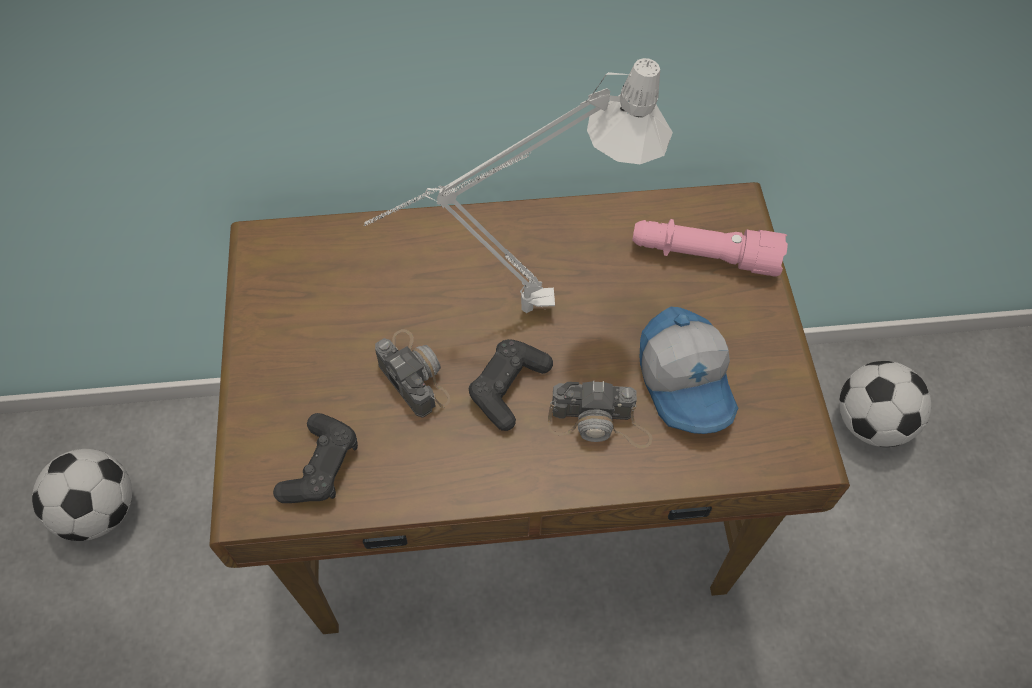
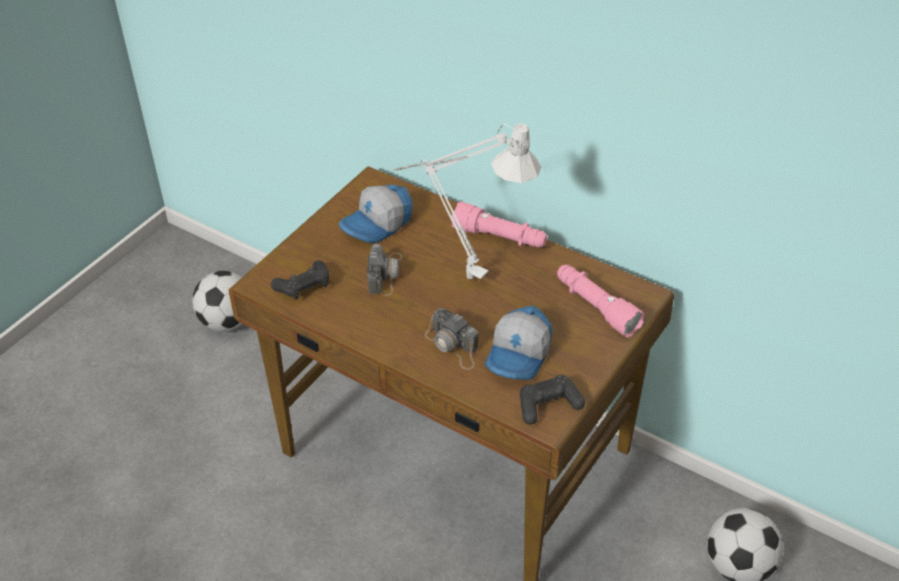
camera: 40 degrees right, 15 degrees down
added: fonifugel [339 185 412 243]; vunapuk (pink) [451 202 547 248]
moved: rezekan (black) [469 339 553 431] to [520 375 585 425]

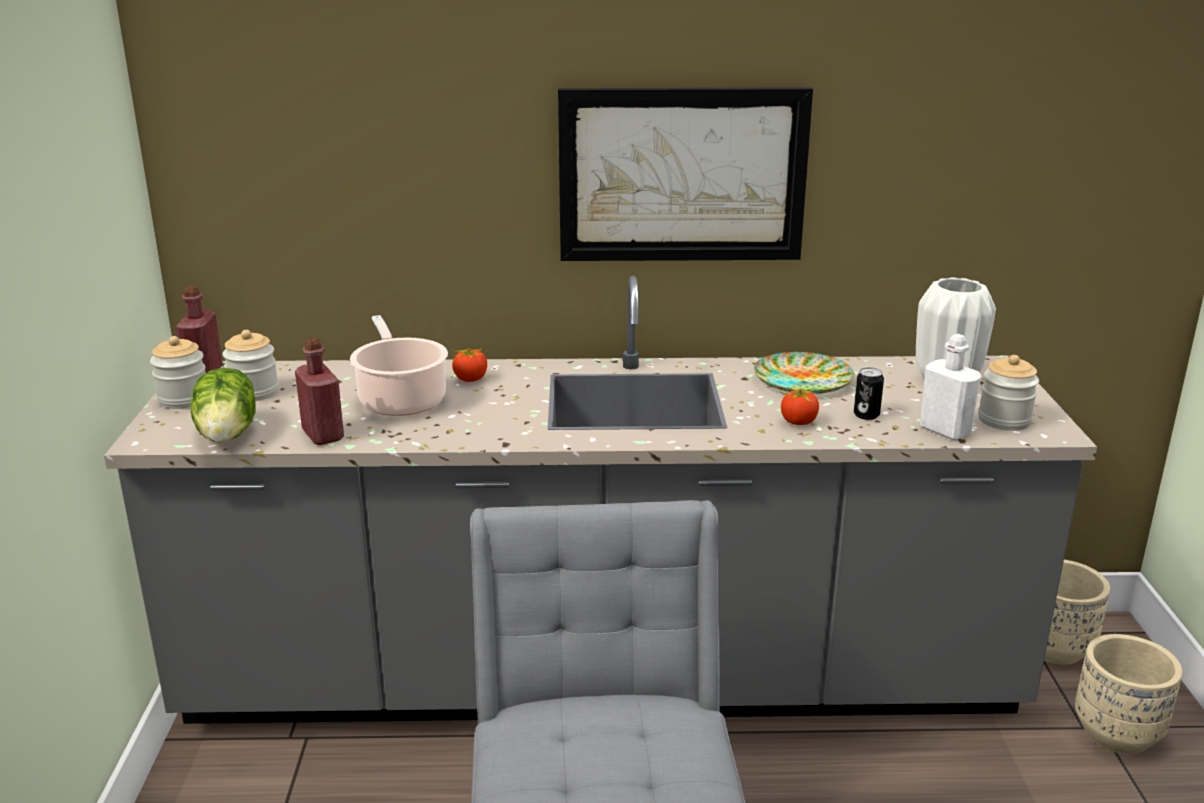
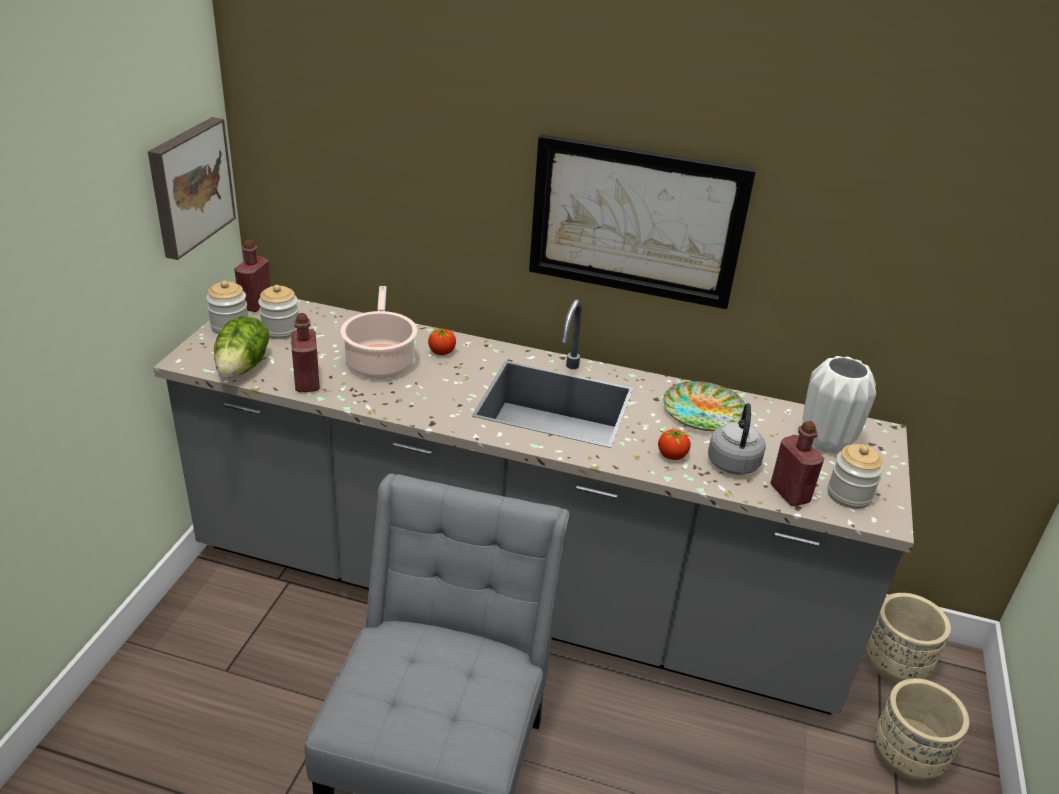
camera: 15 degrees right, 10 degrees up
added: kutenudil [148 117 236 260]
replaced: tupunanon [854 367 884 420] to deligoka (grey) [708 403 766 475]
recoloured: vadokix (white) [920 334 981 441] to vadokix (red) [770 421 824 506]

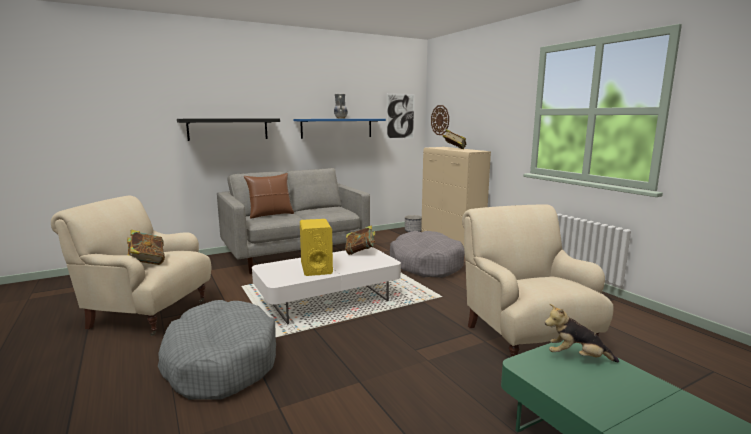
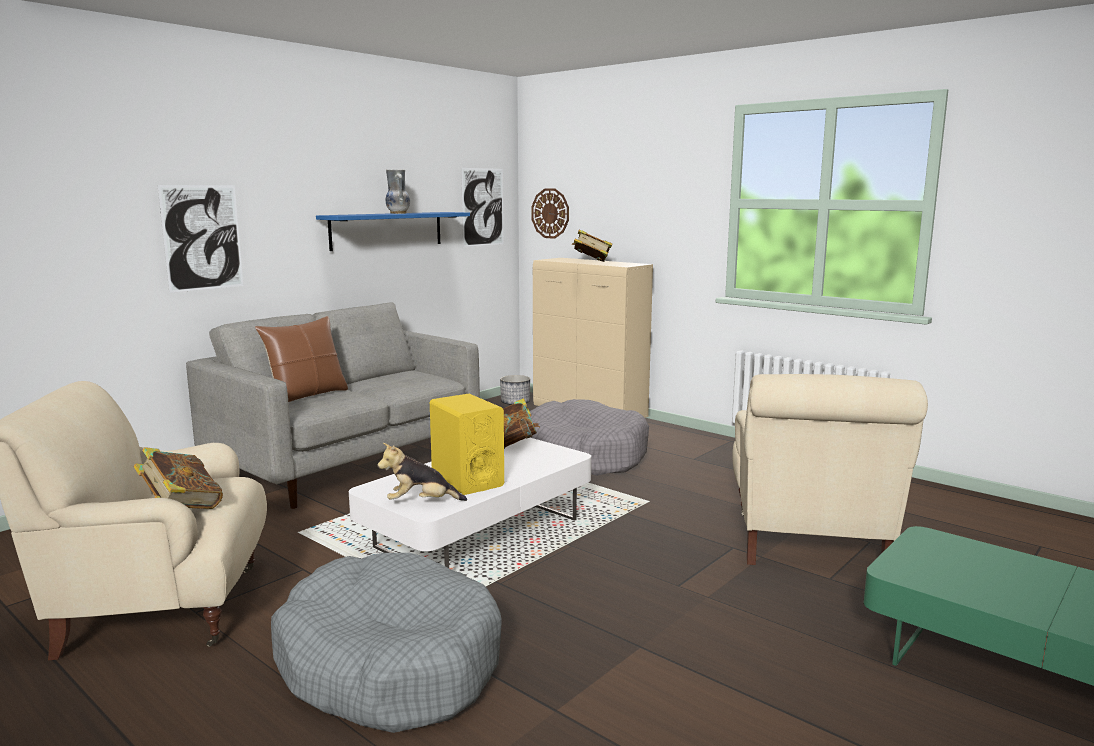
camera: 20 degrees left, 0 degrees up
moved: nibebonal [545 304 619 363] to [378 443 467 501]
replaced: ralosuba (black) [177 118 280 141] to kutenudil [157 185 243 293]
turned: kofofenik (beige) [462 204 613 357] = [733 374 928 565] 135 degrees counterclockwise

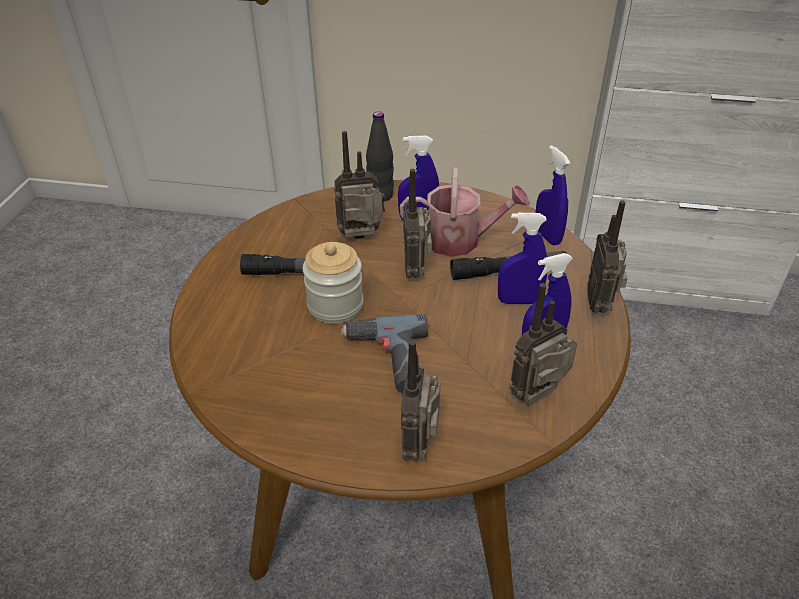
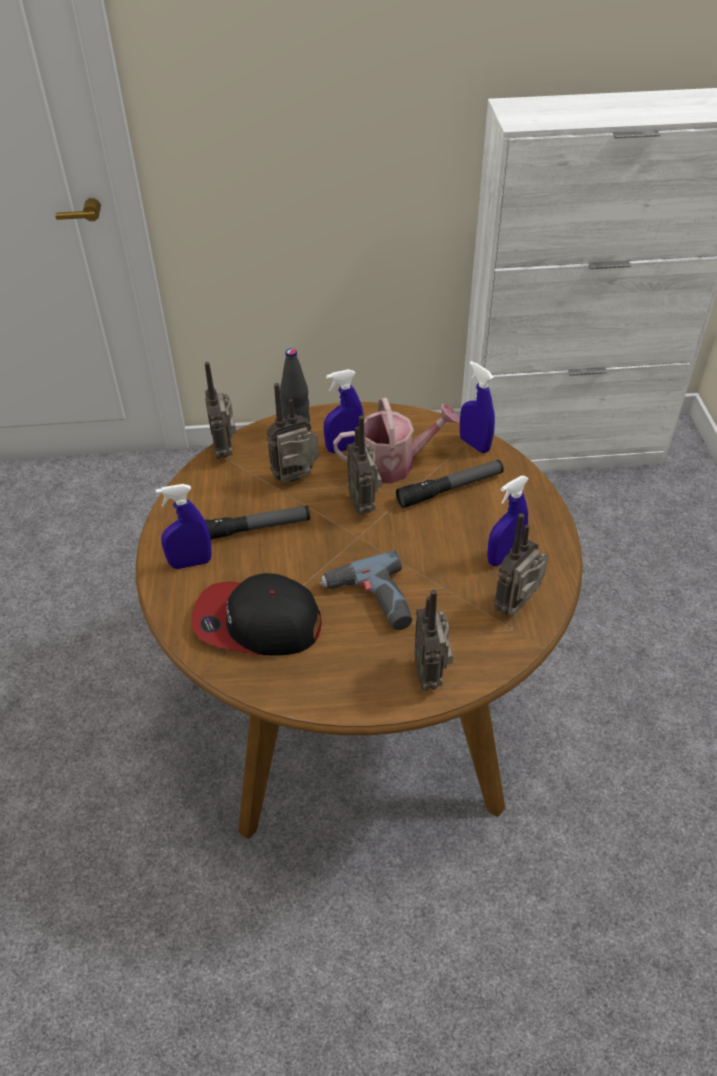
camera: 15 degrees left, 5 degrees up
removed: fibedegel [302 242 363 324]
added: fonifugel [192 573 321 656]
moved: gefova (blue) [498 213 547 304] to [156 484 212 569]; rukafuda [588 200 627 313] to [205 362 236 459]

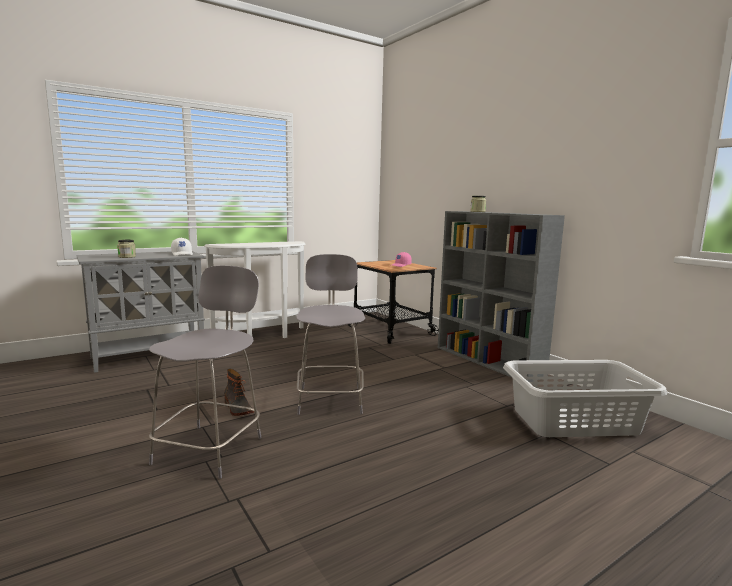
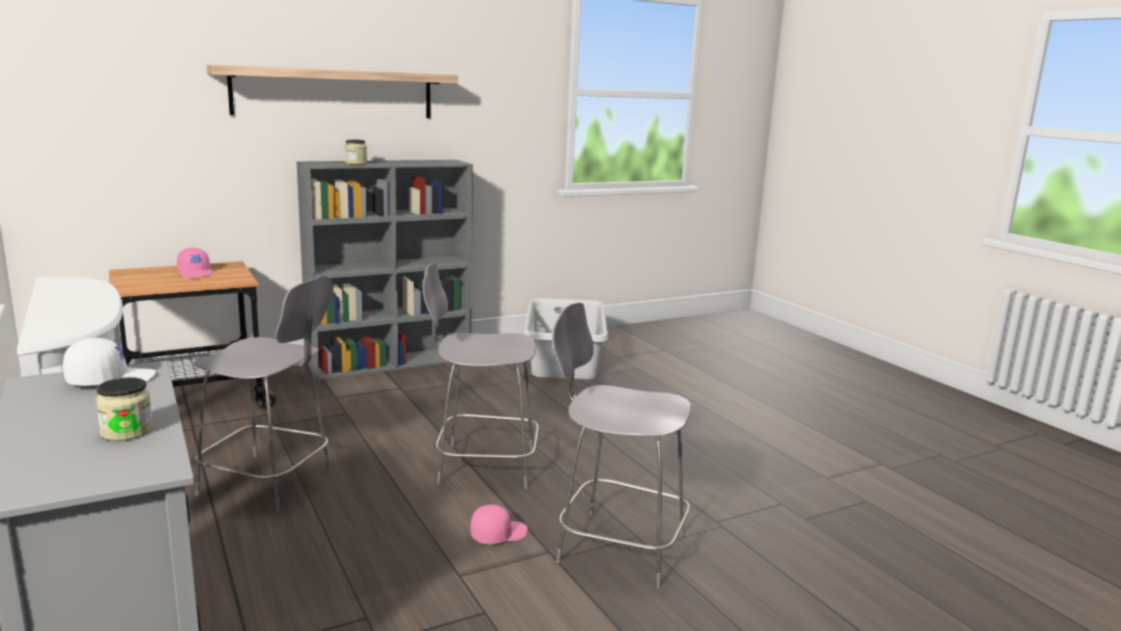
camera: 85 degrees left, 5 degrees up
added: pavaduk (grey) [194 276 333 512]; ralosuba [207 65 458 118]
replaced: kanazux [224 369 254 416] to fonifugel (pink) [470 505 528 544]

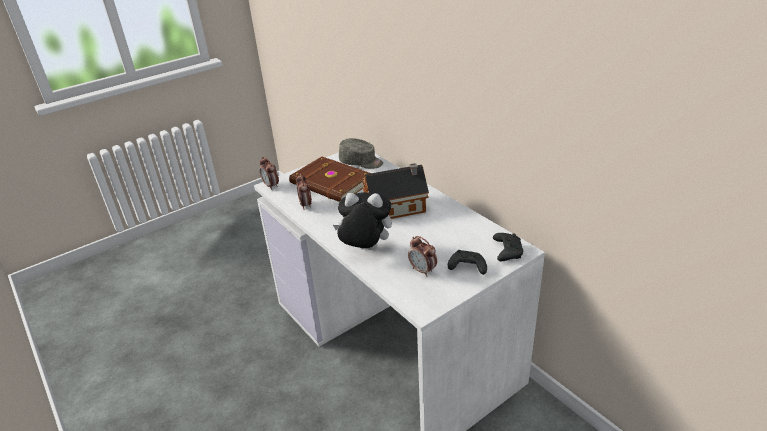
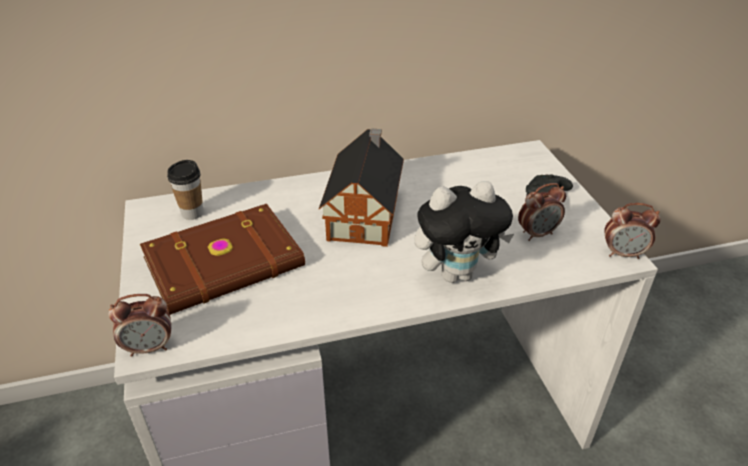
camera: 70 degrees left, 5 degrees up
removed: rezekan (black) [493 233 523 261]
moved: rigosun [296 174 312 210] to [604 203 661 259]
replaced: fonifugel (grey) [339 138 383 169] to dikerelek [167 160 204 220]
turned: nibebonal [333 192 392 250] = [414 181 514 283] 135 degrees counterclockwise

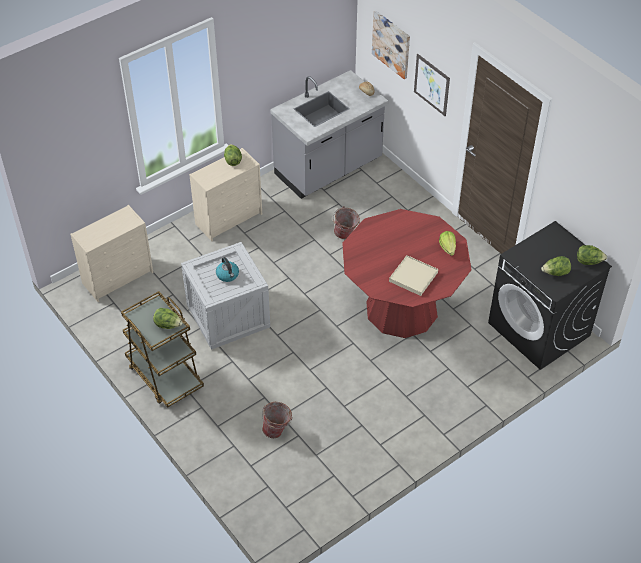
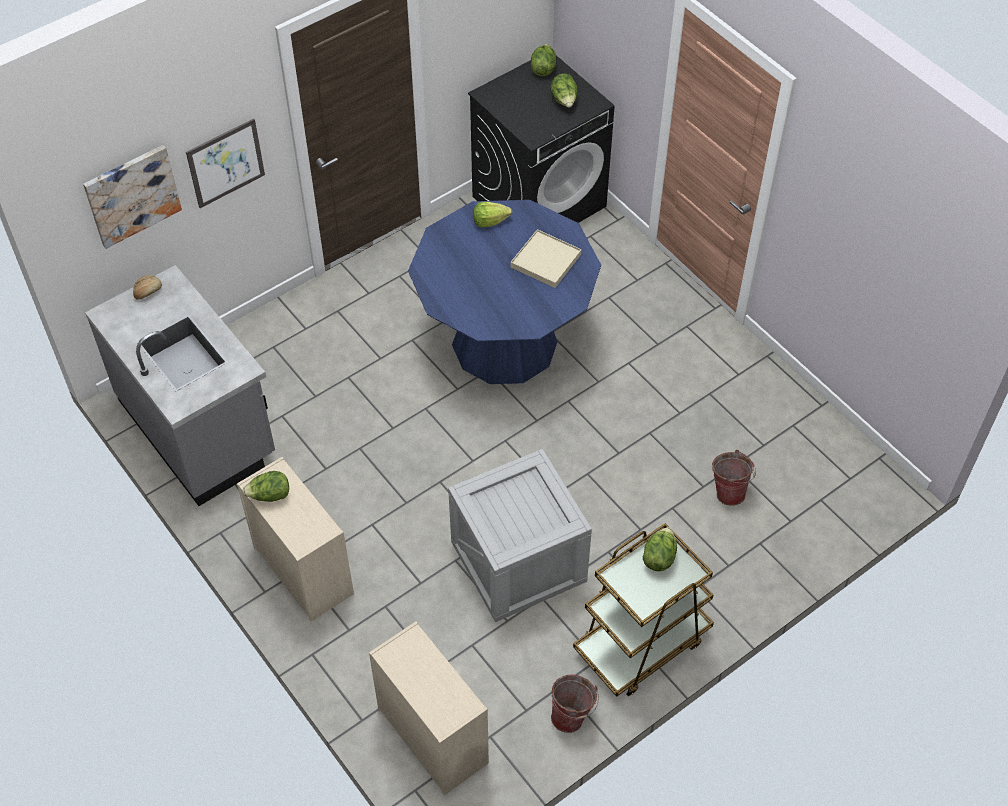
camera: 90 degrees left, 5 degrees up
removed: deligoka [216 257 239 282]
moved: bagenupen [333 206 360 239] to [551 674 599 733]
recoloured: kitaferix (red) [342 209 472 338] to kitaferix (blue) [408 200 601 384]

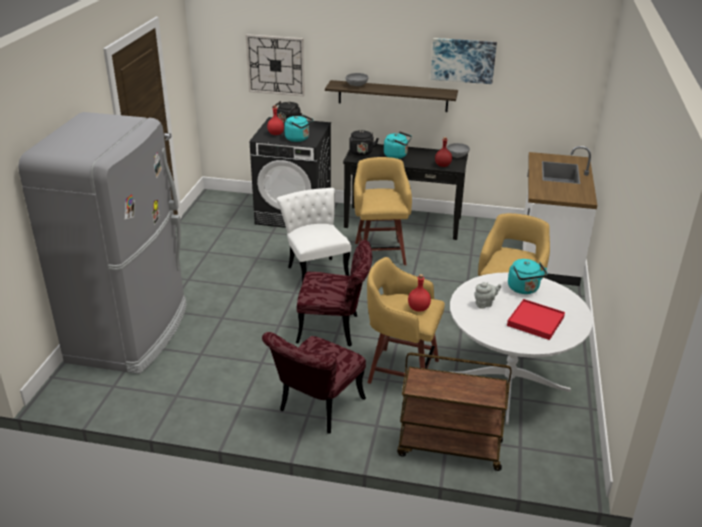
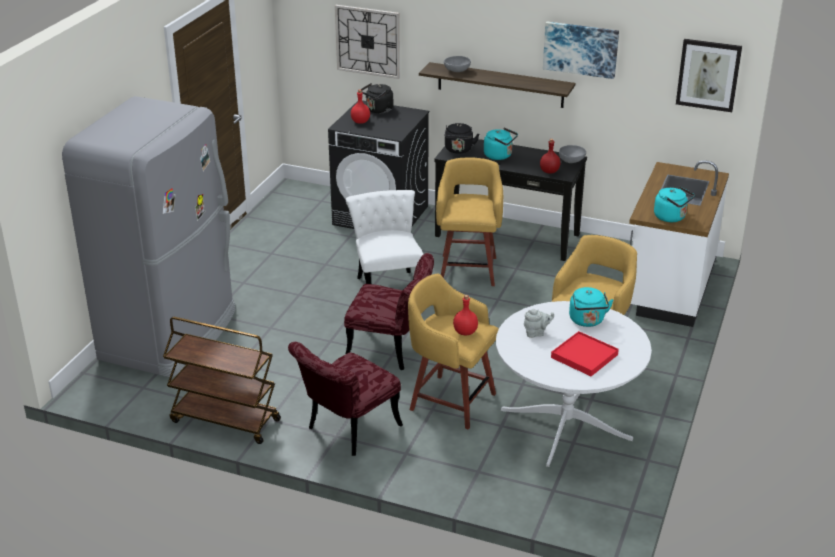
camera: 10 degrees right, 0 degrees up
added: kutenudil [676 39 742 112]
moved: deligoka (turquoise) [284 114 314 142] to [654 186 695 222]; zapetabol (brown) [397 352 512 471] to [163 317 281 444]

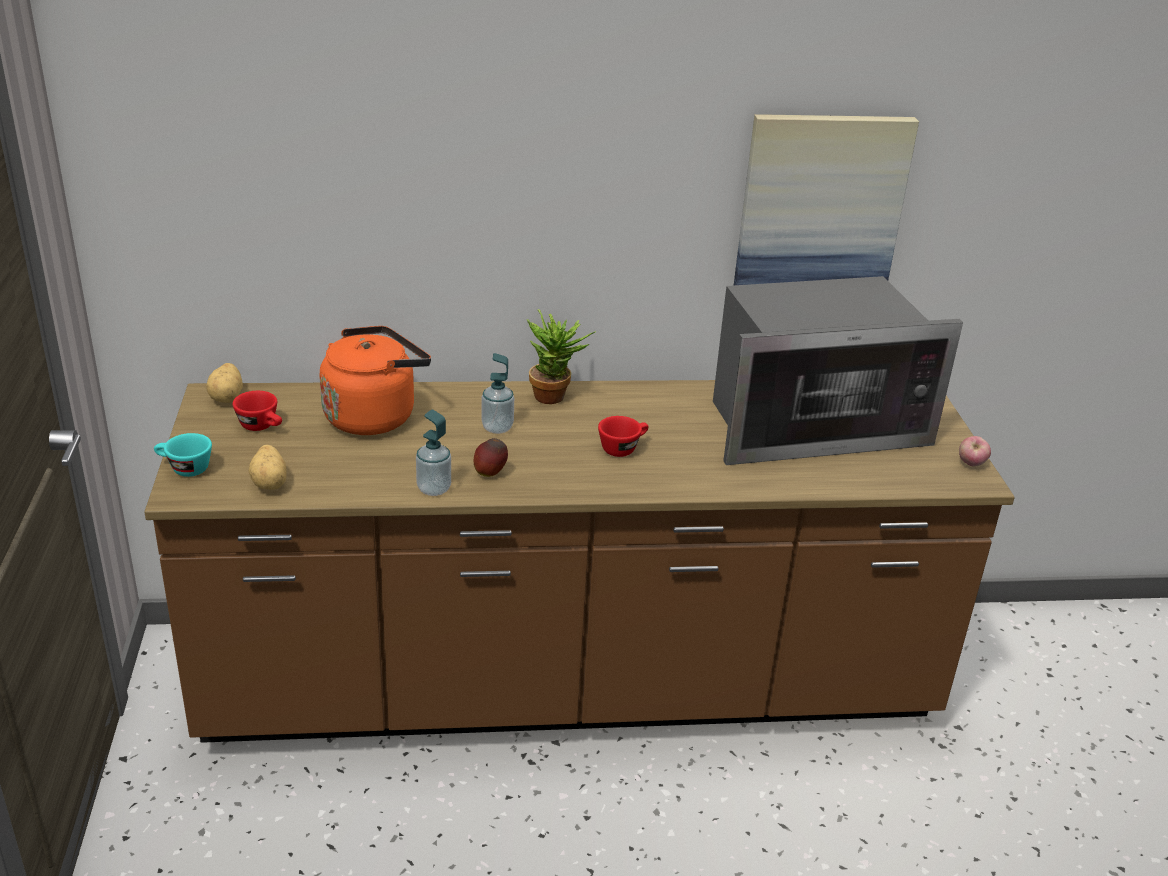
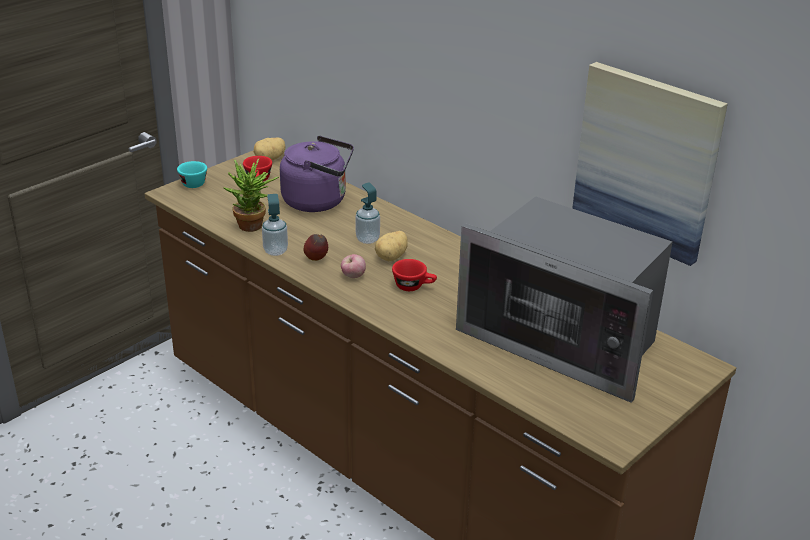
camera: 50 degrees right, 0 degrees up
moved: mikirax [249 445 287 490] to [375 231 408 261]; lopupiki [527 309 596 404] to [224 159 279 232]; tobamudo [959 436 991 467] to [341 254 366 278]
recoloured: deligoka (orange) [320 326 431 435] to deligoka (purple) [280 136 354 212]

